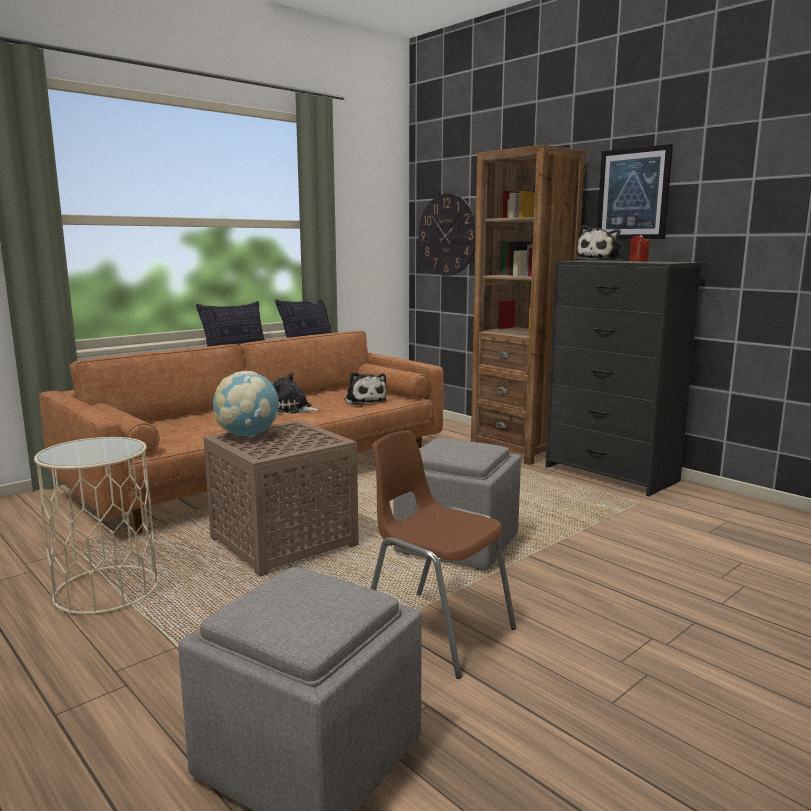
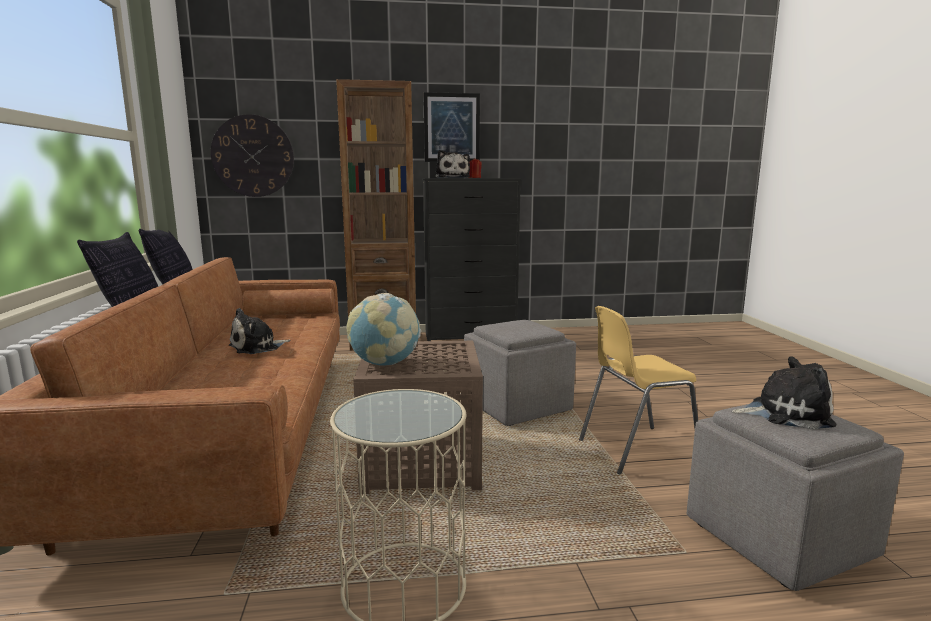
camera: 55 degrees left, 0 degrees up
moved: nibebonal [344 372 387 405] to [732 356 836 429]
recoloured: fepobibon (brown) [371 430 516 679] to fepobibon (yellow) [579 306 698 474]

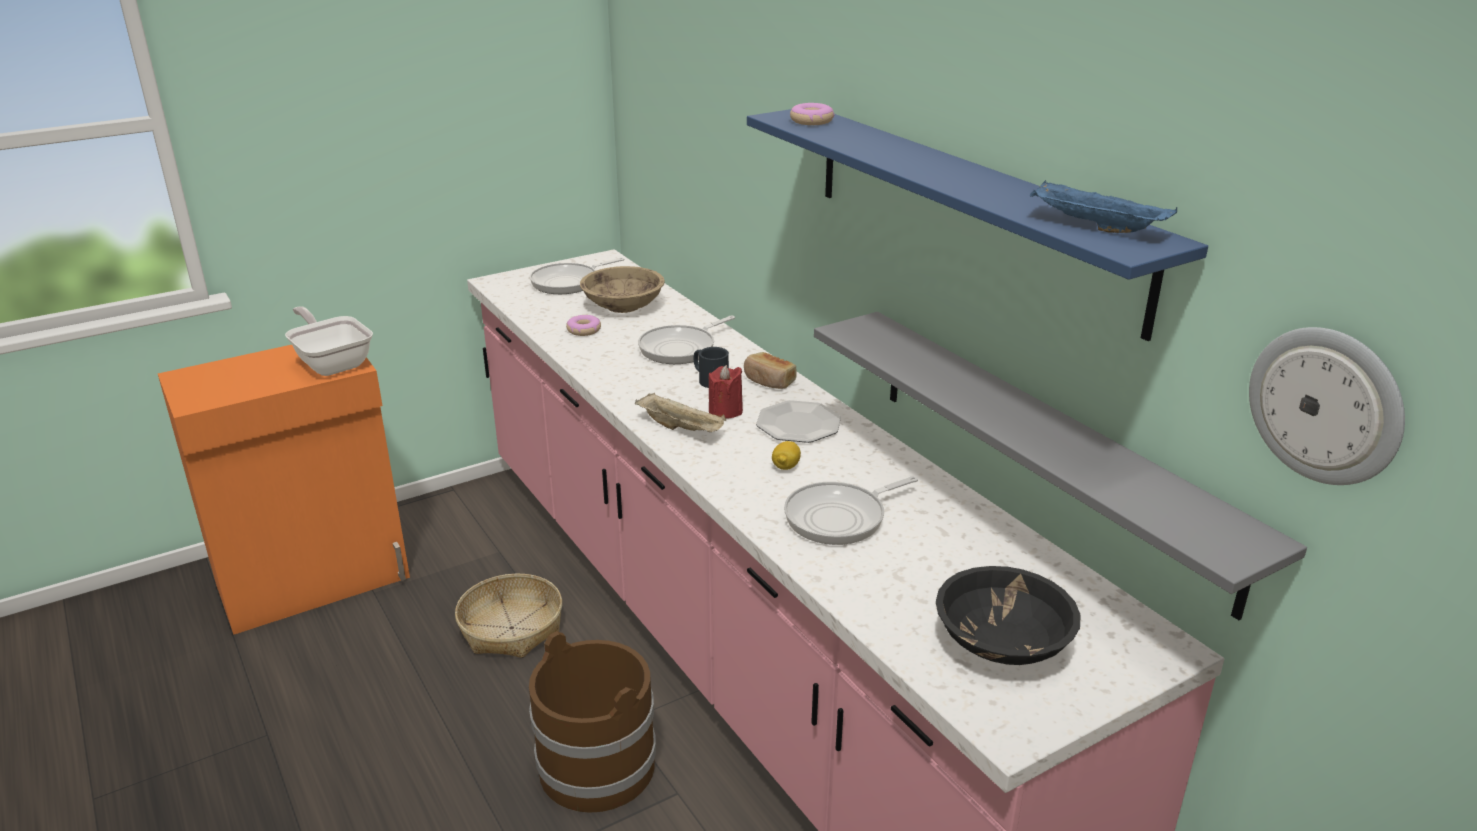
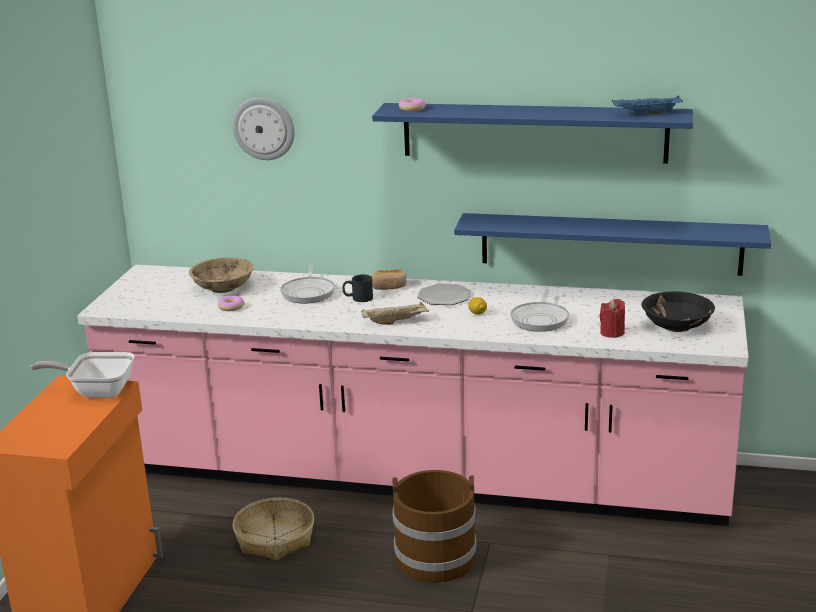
camera: 45 degrees left, 5 degrees down
removed: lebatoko [530 258 624 294]
moved: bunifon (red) [709 365 743 418] to [599 299 625 338]; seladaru [1249 327 1405 485] to [232 97 295 160]
recoloured: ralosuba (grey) [814 312 1307 620] to ralosuba (blue) [454 213 771 276]

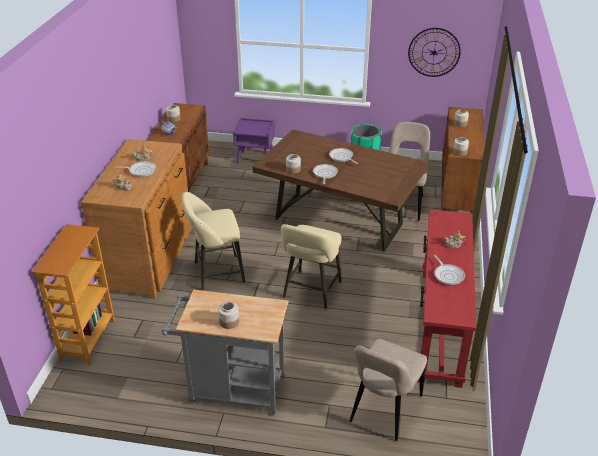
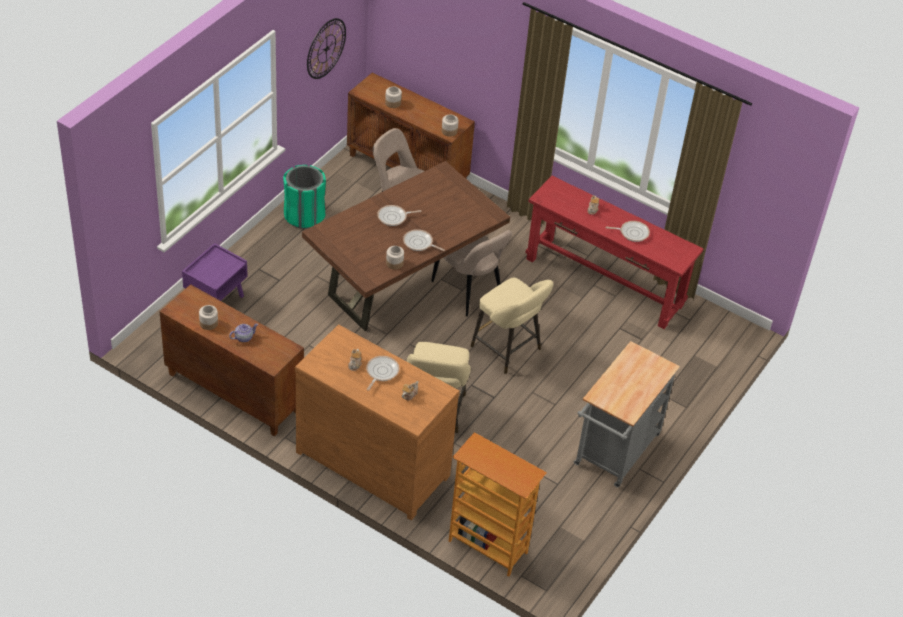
camera: 70 degrees left, 10 degrees up
removed: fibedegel [218 302 239 329]
moved: fepobibon (beige) [350 339 427 441] to [431 230 512 316]

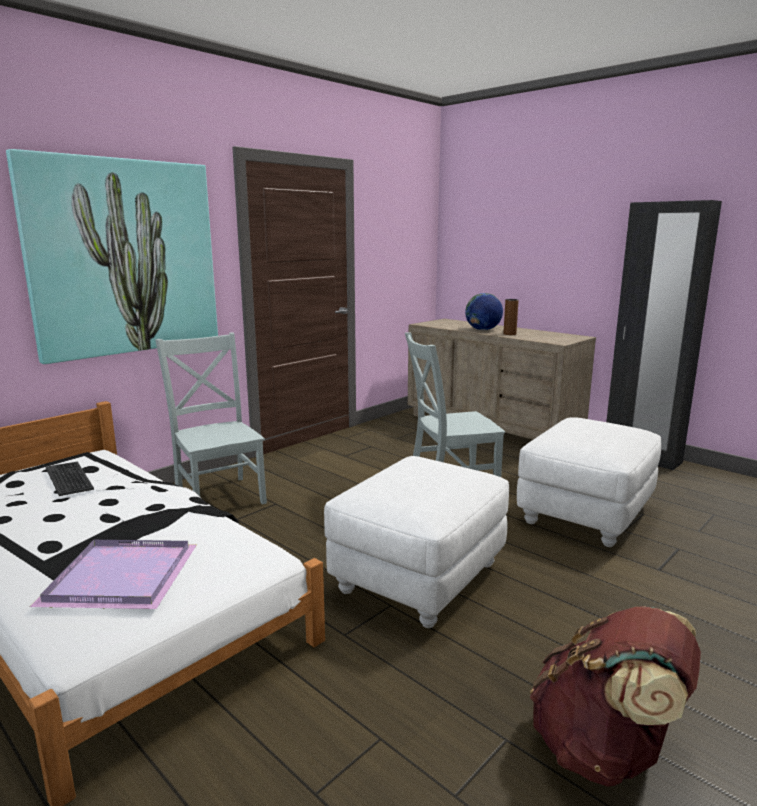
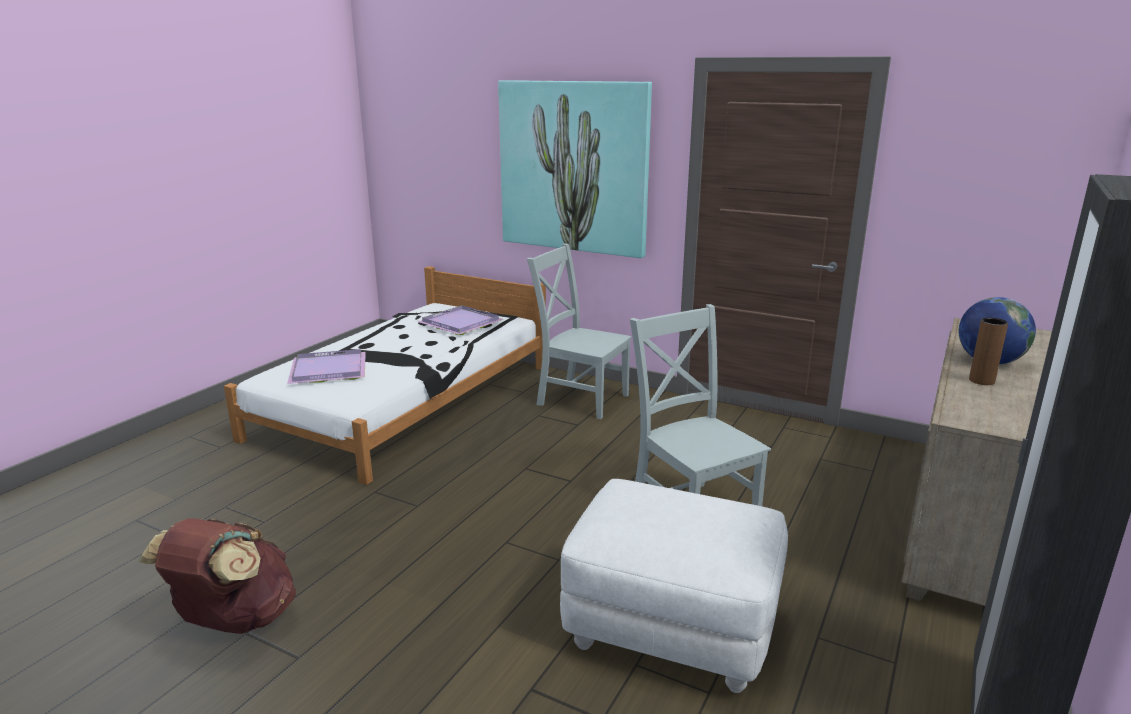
camera: 75 degrees right, 5 degrees up
removed: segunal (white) [324 456 509 628]
replaced: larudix [46 461 94 496] to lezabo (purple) [418 305 503 335]
turned: fepobibon (grey) [155 332 267 504] = [527 244 632 420] 105 degrees counterclockwise

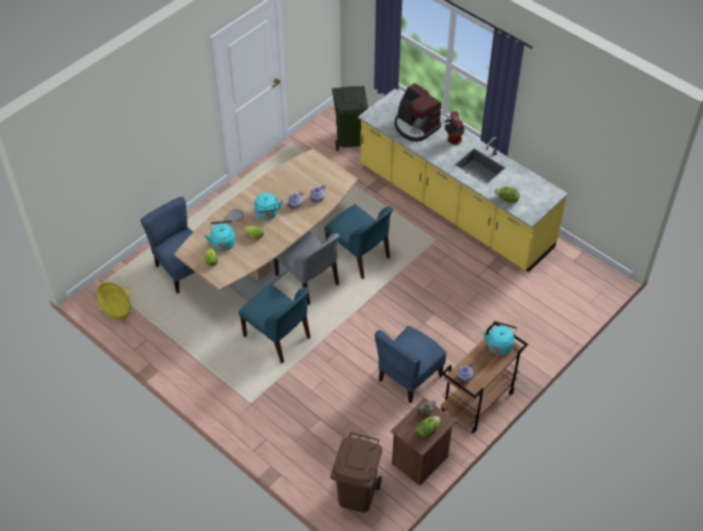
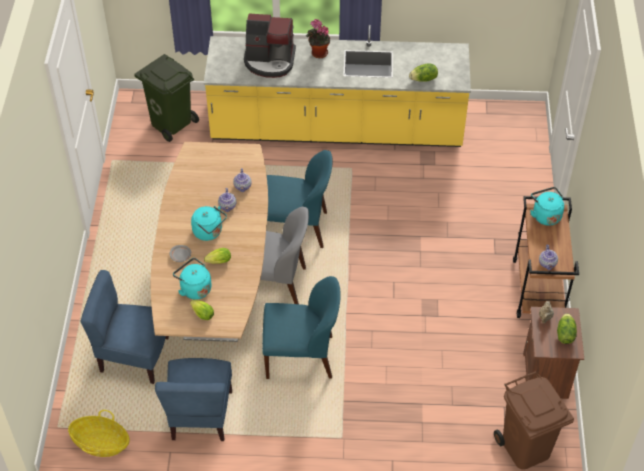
camera: 40 degrees left, 0 degrees up
moved: fepobibon (blue) [375 326 446 404] to [155 358 232 441]

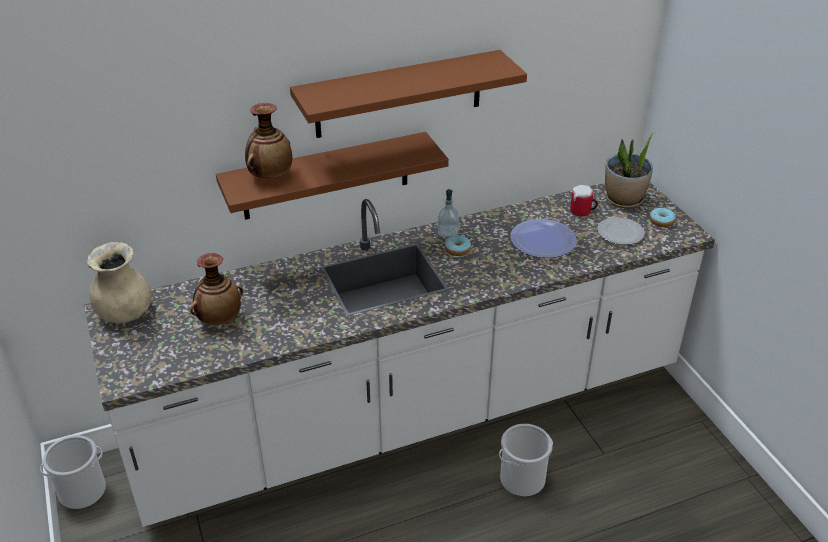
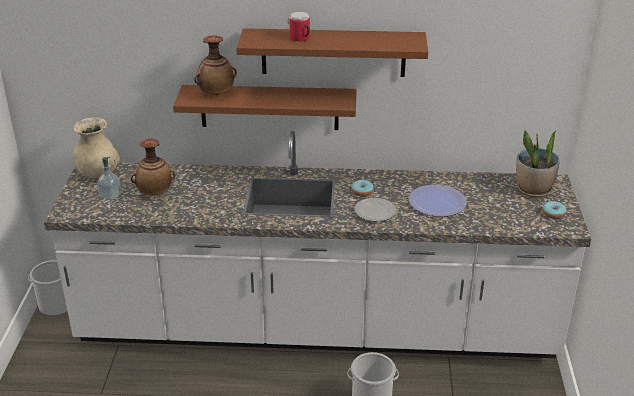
camera: 25 degrees right, 5 degrees down
moved: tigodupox [438 189 459 237] to [97 157 122 200]; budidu [570 185 598 216] to [287 12 310 41]; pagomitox [597 217 645 245] to [354 198 396 222]

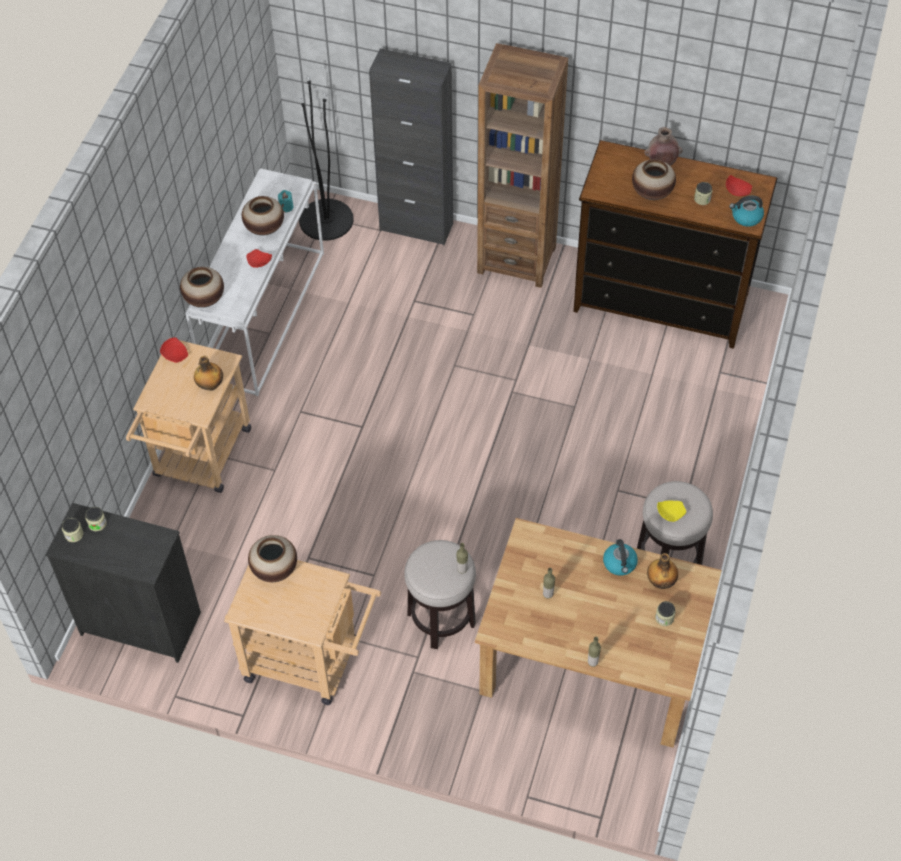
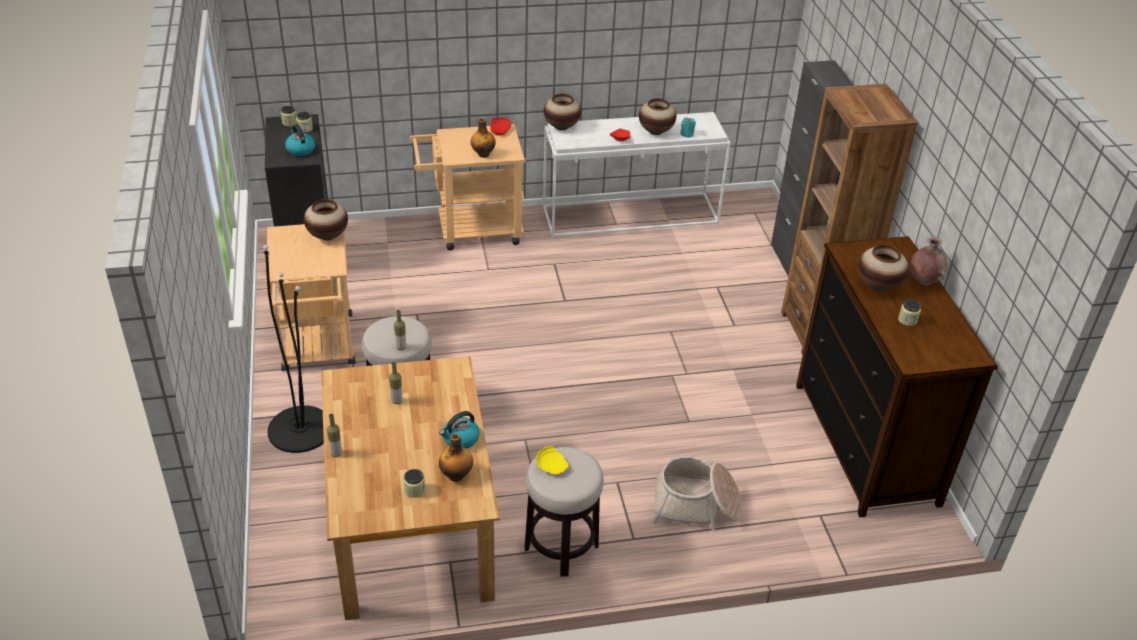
camera: 60 degrees right, 15 degrees down
removed: pagomitox (red) [726 175 752 196]
added: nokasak [653 457 742 530]
moved: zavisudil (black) [299 76 354 241] to [263 245 324 453]; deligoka [729 196 764 227] to [285 124 315 156]

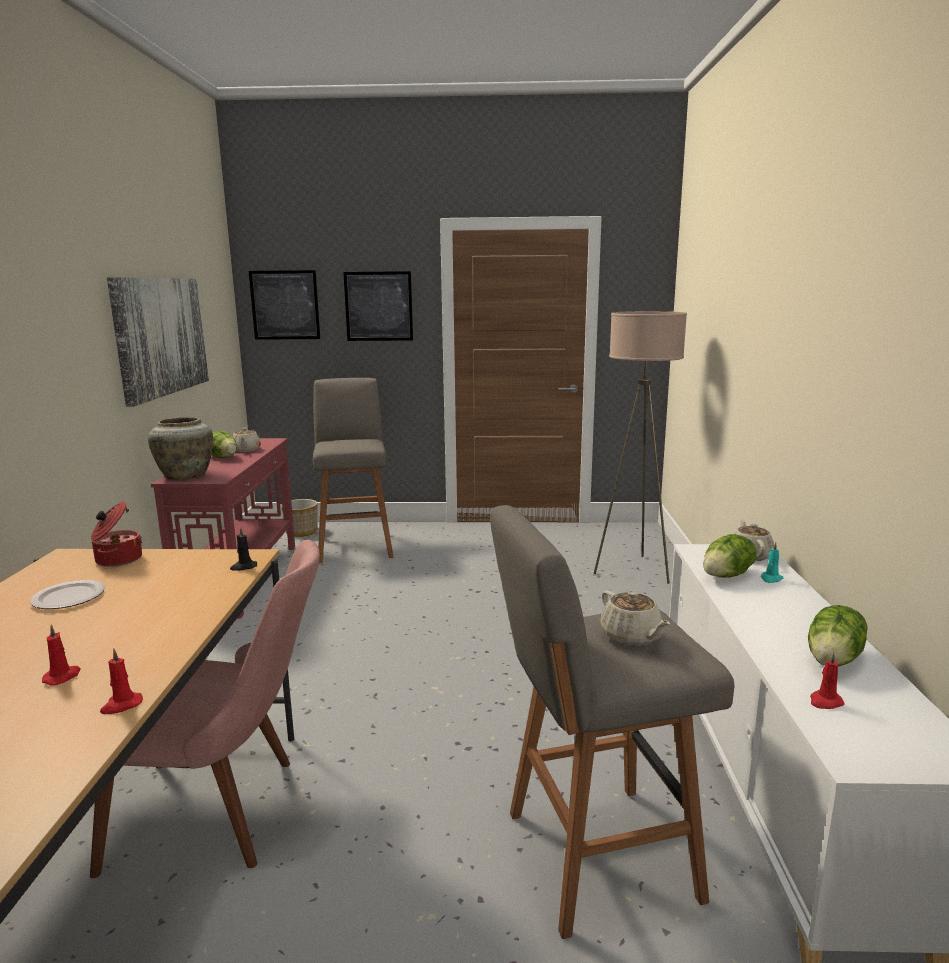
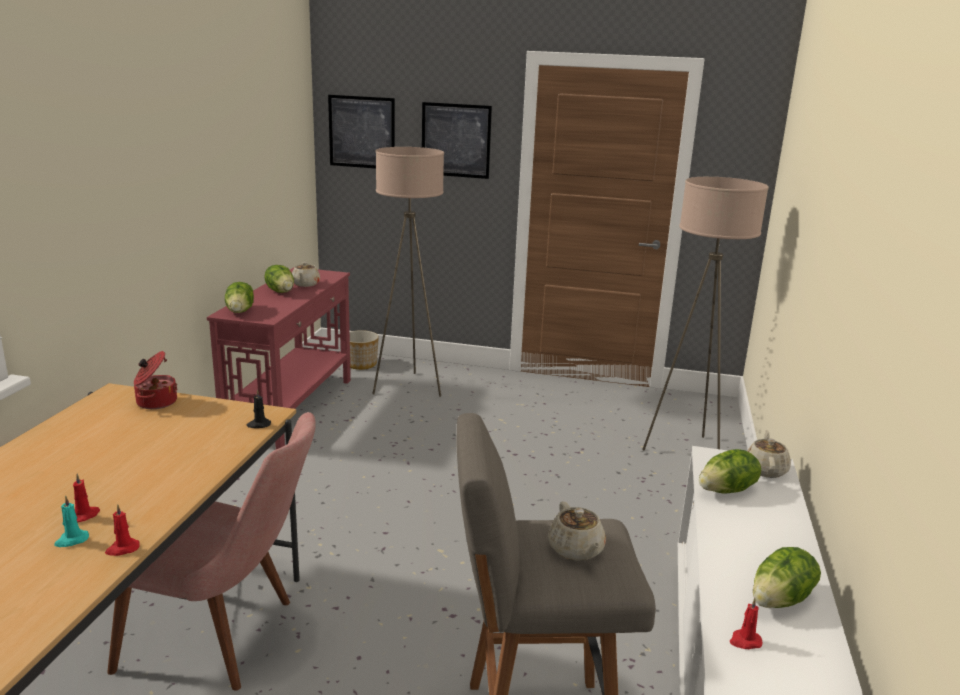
camera: 10 degrees right, 5 degrees up
removed: pagomitox [30 580 105 609]; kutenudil [107 277 209 407]
moved: bunifon (turquoise) [761 542 783 583] to [54 496 89 547]
replaced: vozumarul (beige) [148 417 213 480] to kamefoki [225 282 254 313]; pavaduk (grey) [313 378 394 563] to zavisudil (beige) [372 147 444 397]

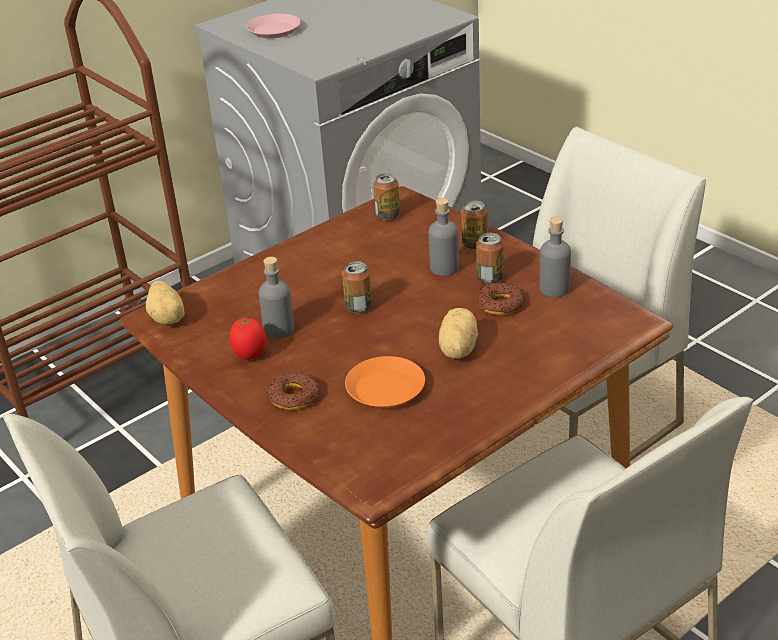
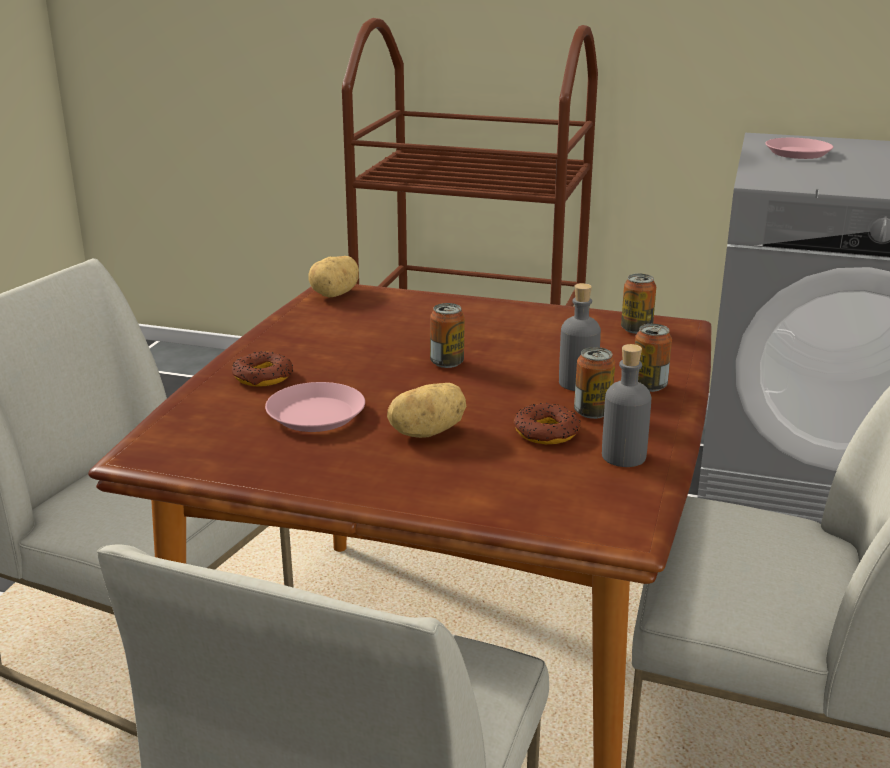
camera: 55 degrees right, 10 degrees down
removed: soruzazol [229 317 266 360]; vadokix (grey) [259 257 294 339]
recoloured: pagomitox (orange) [345 356 425 408] to pagomitox (pink) [265 382 365 432]

